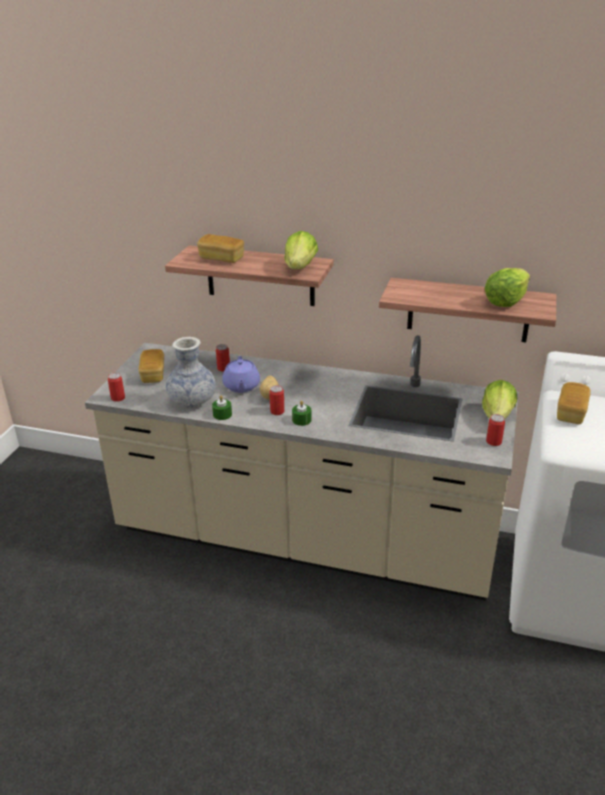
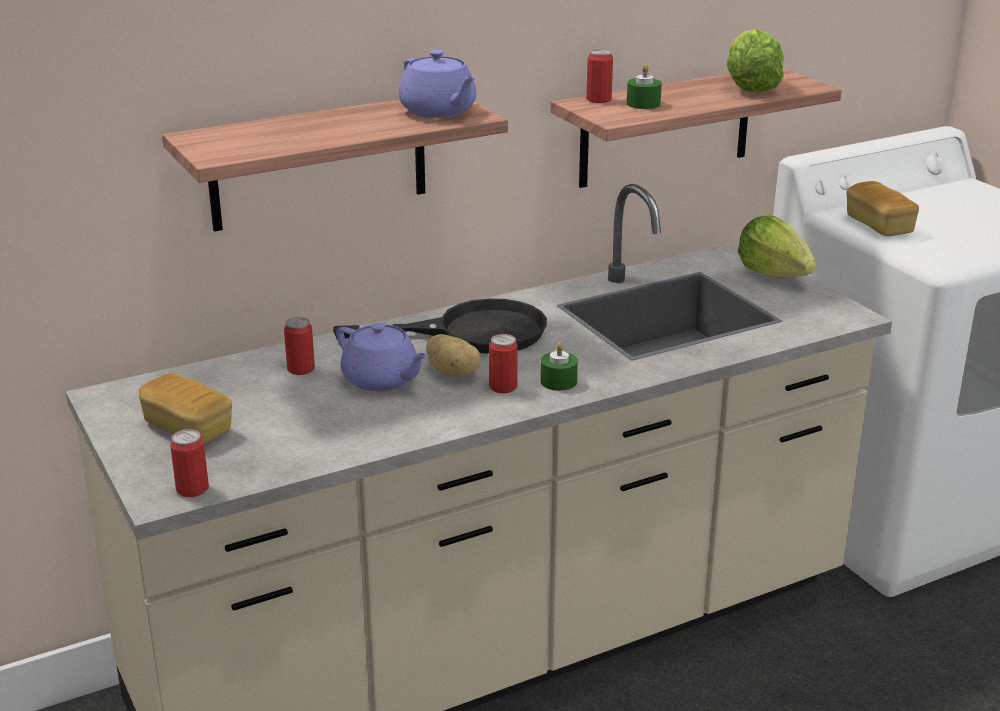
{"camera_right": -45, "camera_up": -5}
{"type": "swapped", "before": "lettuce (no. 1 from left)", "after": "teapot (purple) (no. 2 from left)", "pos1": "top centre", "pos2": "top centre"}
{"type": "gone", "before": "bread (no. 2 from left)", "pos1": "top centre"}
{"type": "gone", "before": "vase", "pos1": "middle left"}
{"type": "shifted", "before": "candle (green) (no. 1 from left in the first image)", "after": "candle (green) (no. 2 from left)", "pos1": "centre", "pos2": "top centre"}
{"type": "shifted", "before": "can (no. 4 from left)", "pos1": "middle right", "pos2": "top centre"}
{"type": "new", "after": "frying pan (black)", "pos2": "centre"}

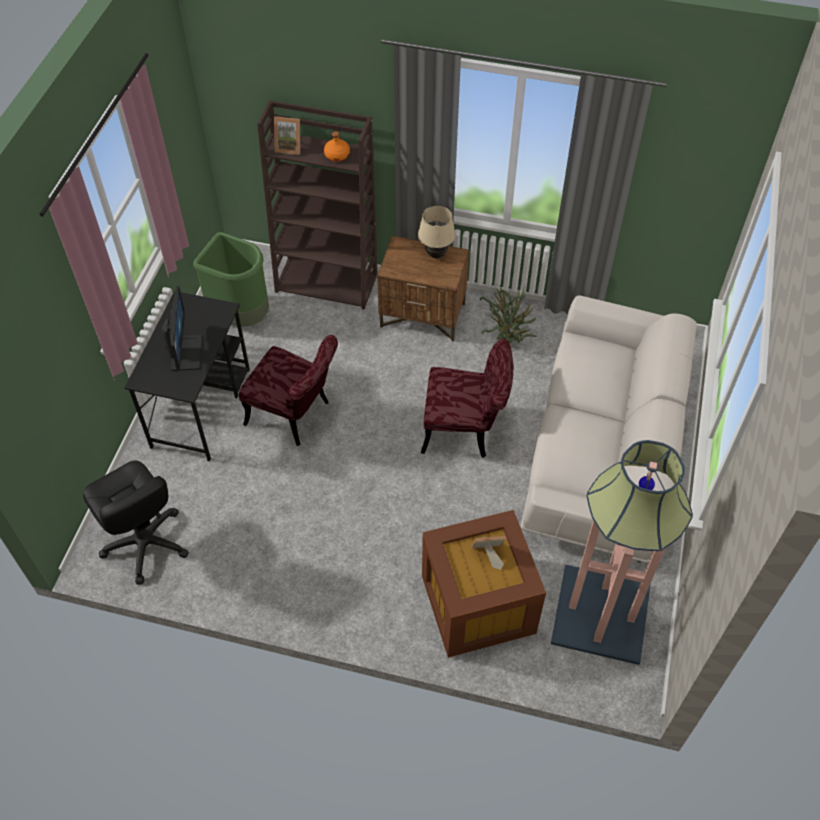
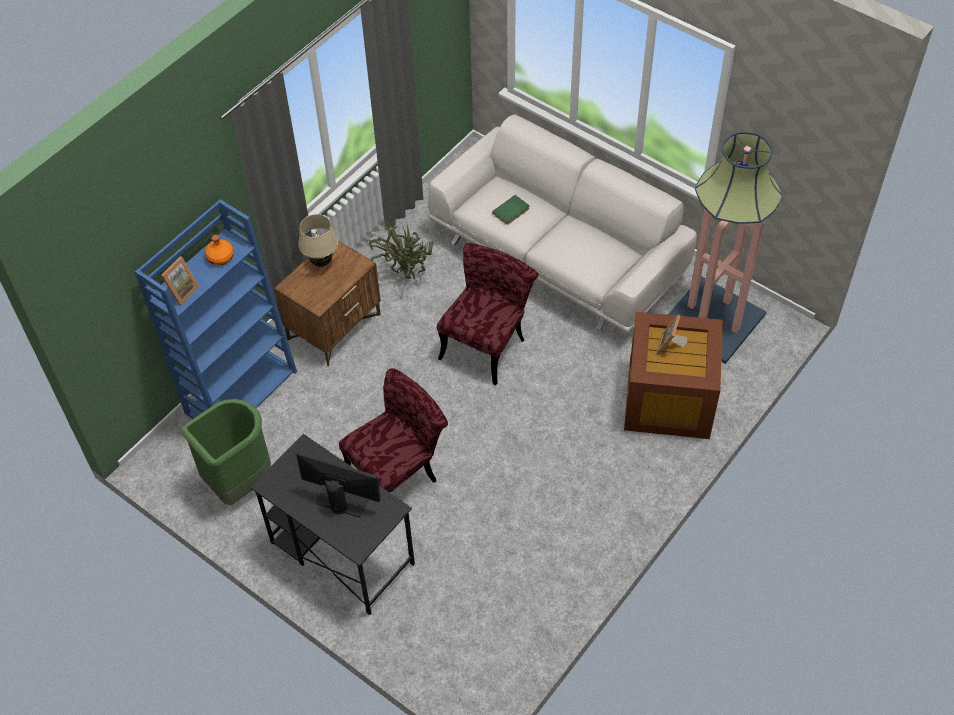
{"camera_right": -65, "camera_up": 0}
{"type": "repainted", "before": "bookcase (brown)", "after": "bookcase (blue)", "pos1": "top centre", "pos2": "middle left"}
{"type": "gone", "before": "office chair (black)", "pos1": "middle left"}
{"type": "new", "after": "book (green)", "pos2": "top centre"}

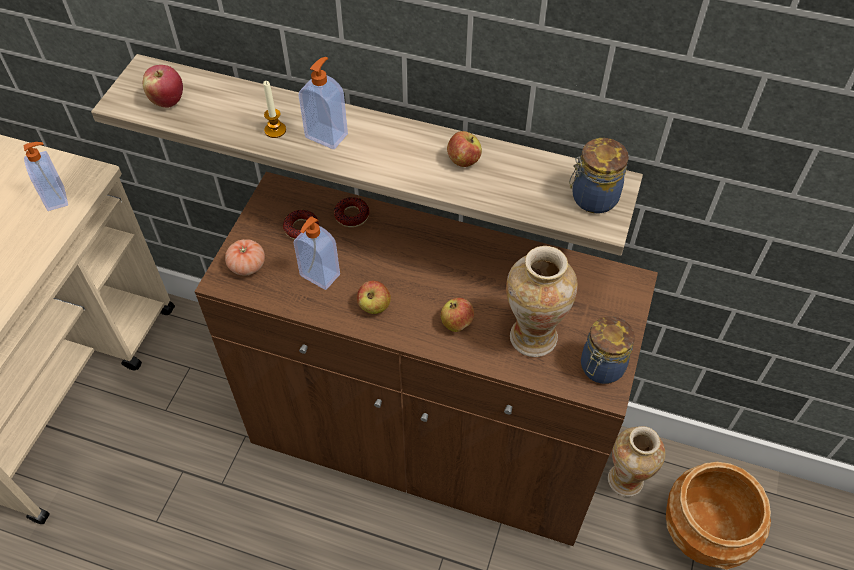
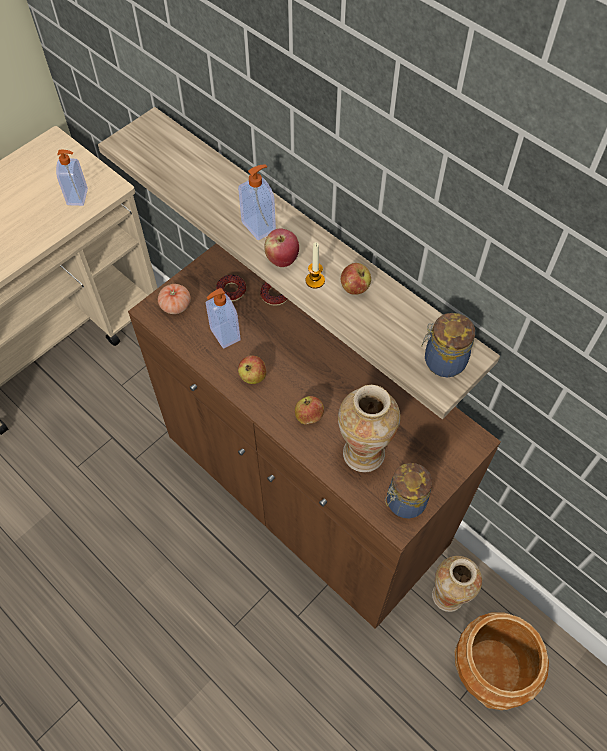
{"camera_right": 25, "camera_up": 5}
{"type": "shifted", "before": "apple (no. 1 from left in the first image)", "after": "apple (no. 2 from left)", "pos1": "top left", "pos2": "top centre"}
{"type": "shifted", "before": "candle", "pos1": "top left", "pos2": "centre"}

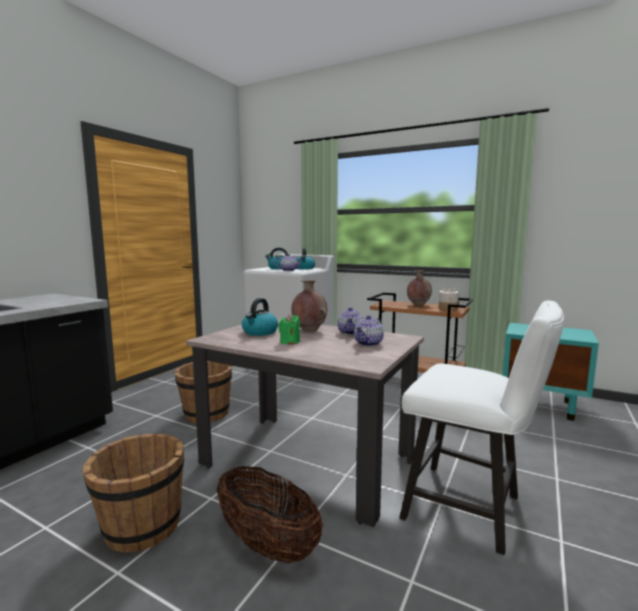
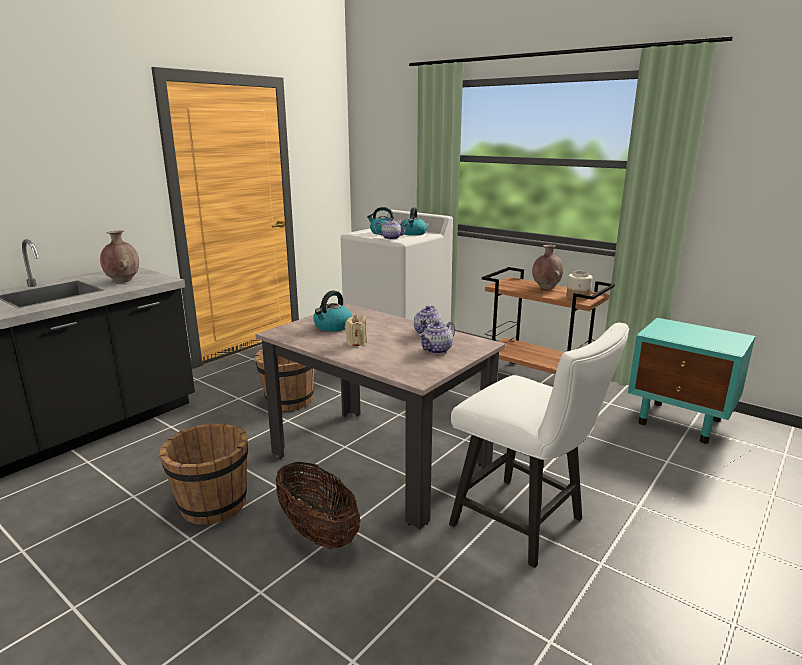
{"camera_right": 10, "camera_up": 10}
{"type": "shifted", "before": "vase (brown) (no. 1 from left)", "pos1": "centre", "pos2": "middle left"}
{"type": "repainted", "before": "candle (green)", "after": "candle (beige)", "pos1": "centre", "pos2": "centre"}

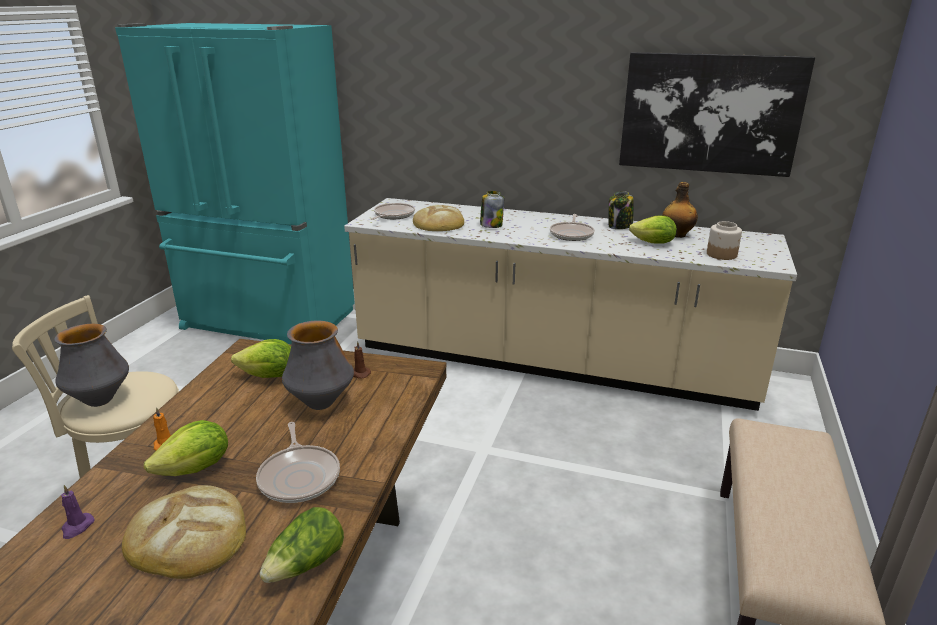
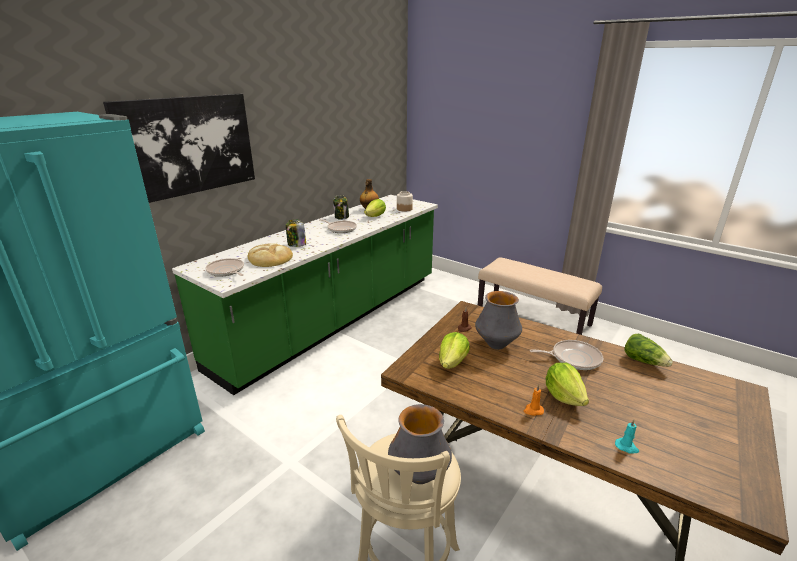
{"camera_right": -70, "camera_up": 0}
{"type": "shifted", "before": "picture", "pos1": "top right", "pos2": "top left"}
{"type": "repainted", "before": "counter (beige)", "after": "counter (green)", "pos1": "centre", "pos2": "centre"}
{"type": "repainted", "before": "candle (purple)", "after": "candle (turquoise)", "pos1": "bottom left", "pos2": "bottom right"}
{"type": "gone", "before": "bread (no. 1 from left)", "pos1": "bottom left"}

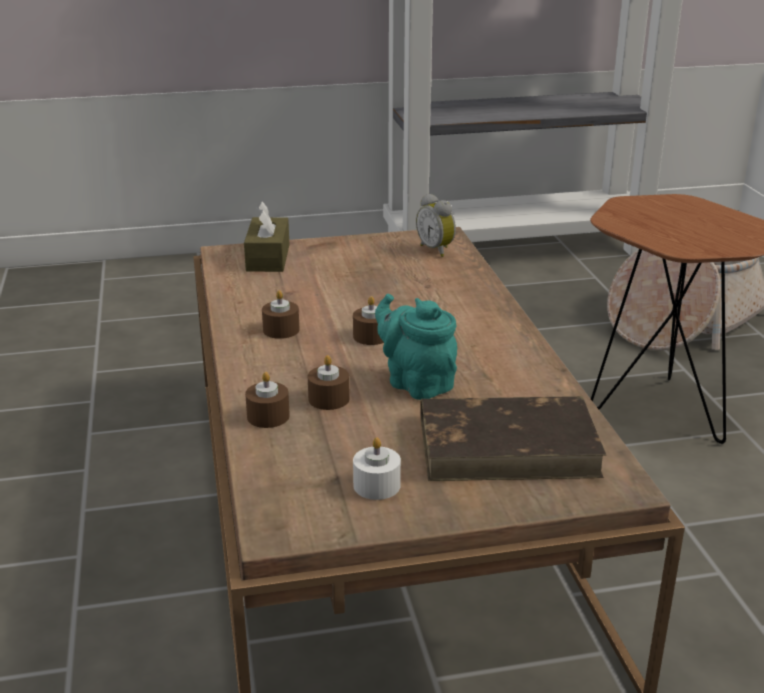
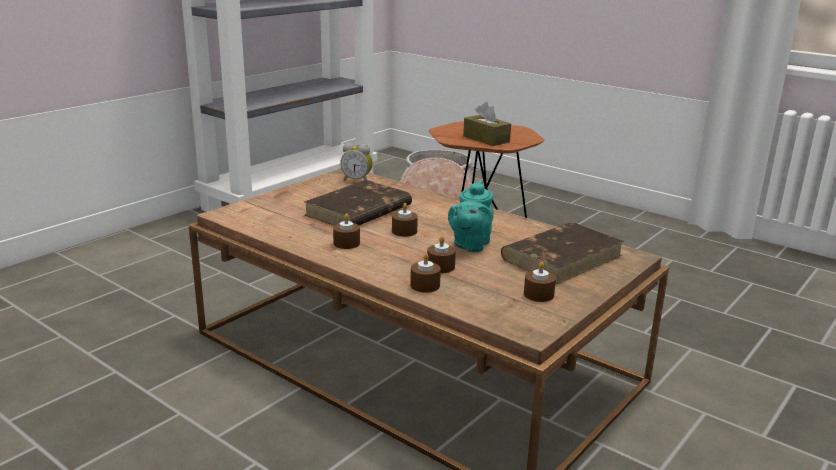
{"camera_right": -40, "camera_up": -5}
{"type": "shifted", "before": "tissue box (brown)", "pos1": "centre", "pos2": "top centre"}
{"type": "rotated", "before": "teapot (turquoise)", "pos1": "centre", "pos2": "centre", "turn": -75}
{"type": "repainted", "before": "candle (white)", "after": "candle (brown) (no. 5 from left)", "pos1": "bottom centre", "pos2": "centre"}
{"type": "new", "after": "book (brown) (no. 1 from left)", "pos2": "centre"}

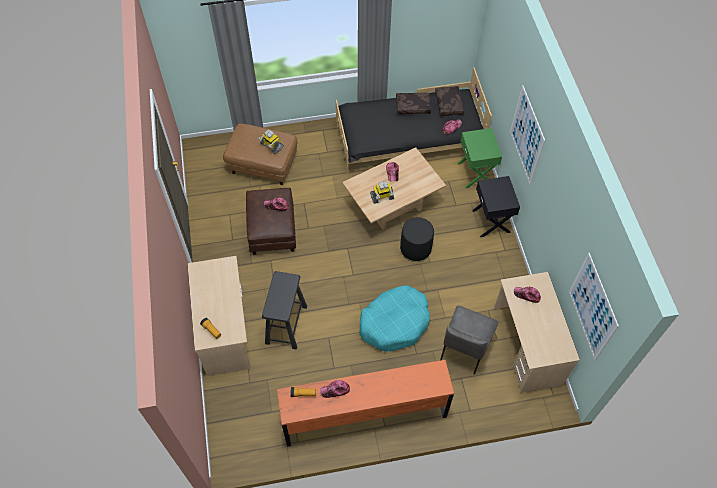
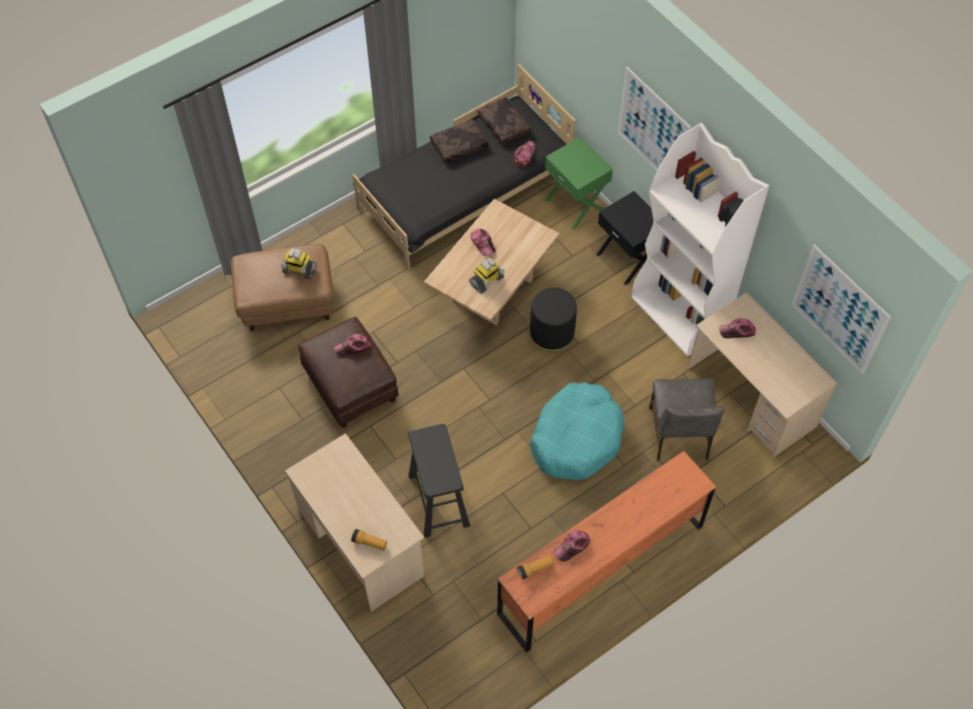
{"camera_right": -25, "camera_up": 0}
{"type": "new", "after": "bookcase (white)", "pos2": "middle right"}

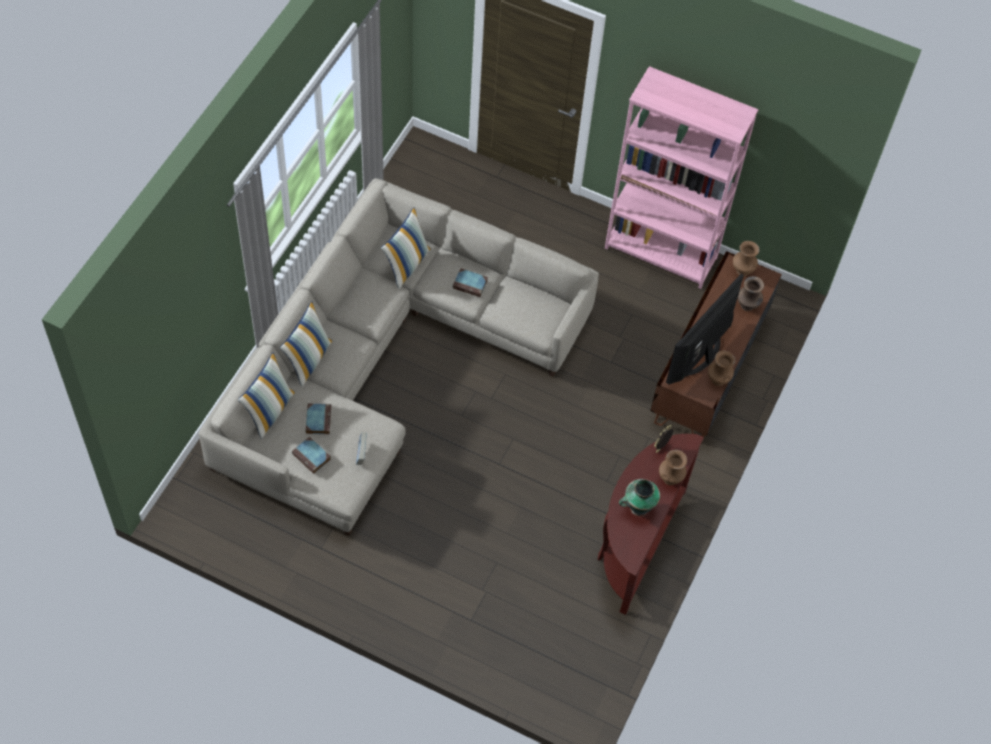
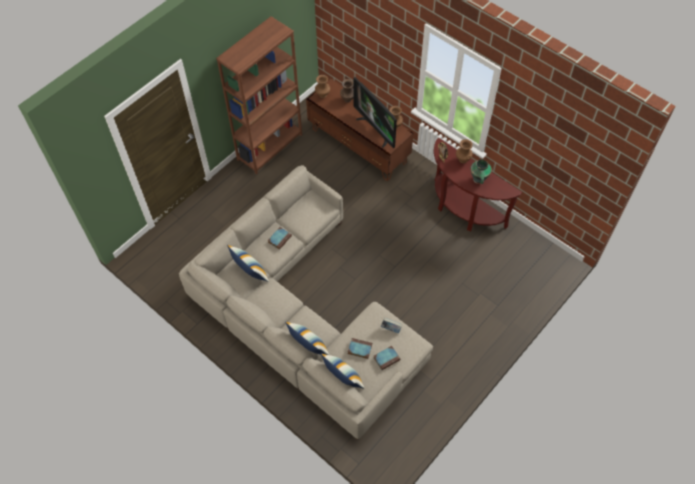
{"camera_right": -70, "camera_up": 0}
{"type": "repainted", "before": "bookcase (pink)", "after": "bookcase (brown)", "pos1": "top right", "pos2": "top centre"}

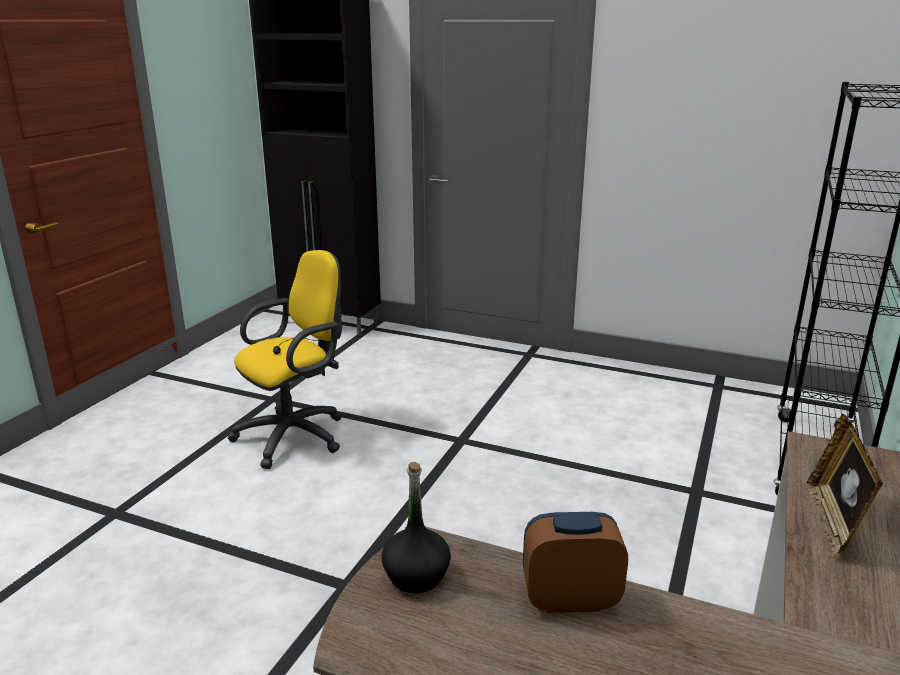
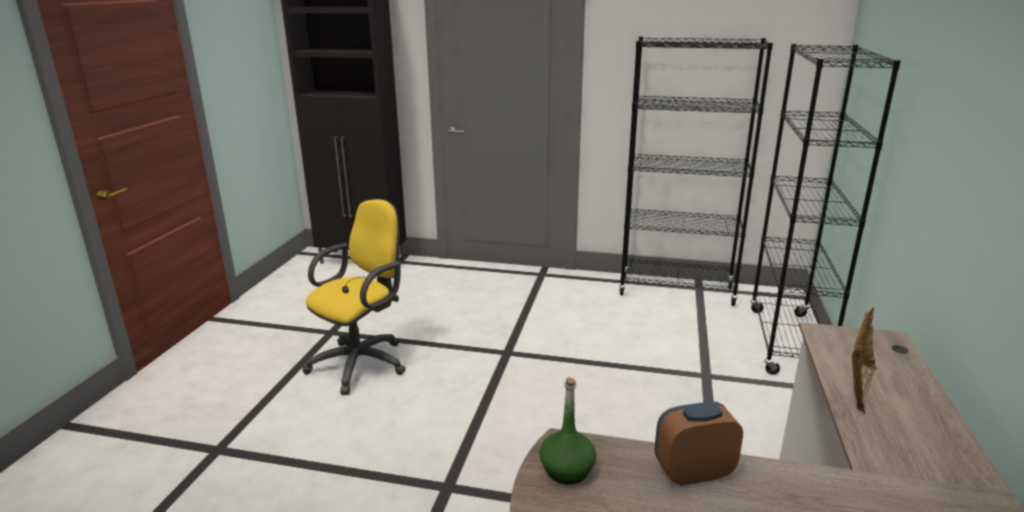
{"camera_right": -10, "camera_up": 0}
{"type": "rotated", "before": "picture frame", "pos1": "bottom right", "pos2": "bottom right", "turn": -150}
{"type": "repainted", "before": "bottle (black)", "after": "bottle (green)", "pos1": "bottom centre", "pos2": "bottom centre"}
{"type": "new", "after": "bookcase (black) (no. 1 from left)", "pos2": "middle right"}

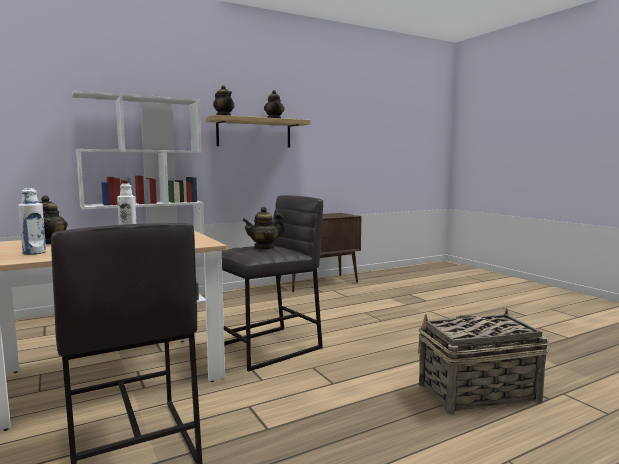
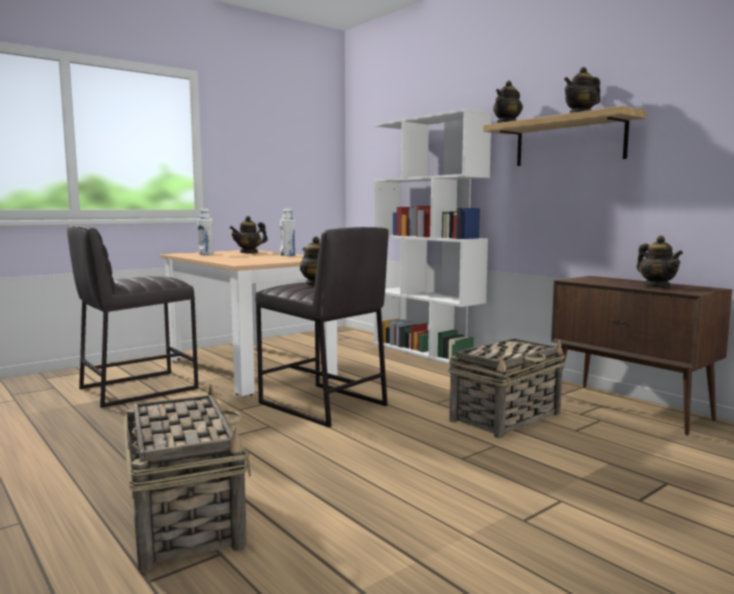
{"camera_right": 80, "camera_up": 0}
{"type": "new", "after": "teapot (no. 5 from left)", "pos2": "middle right"}
{"type": "new", "after": "basket (no. 2 from left)", "pos2": "middle right"}

